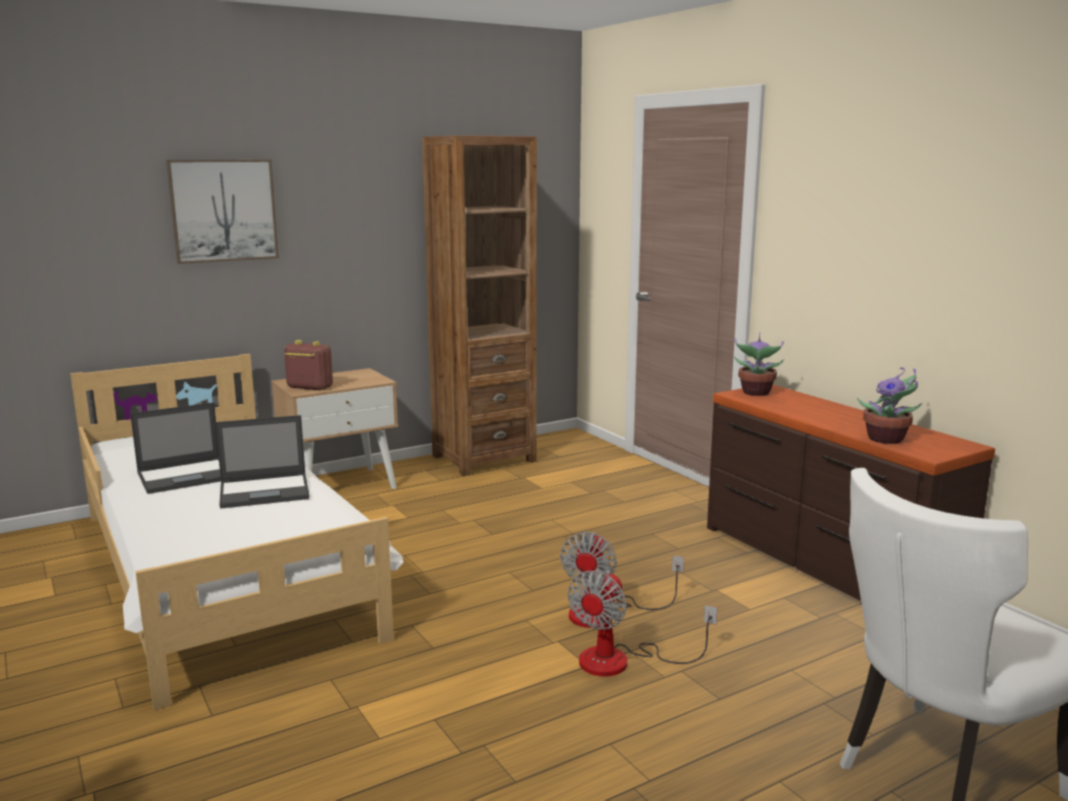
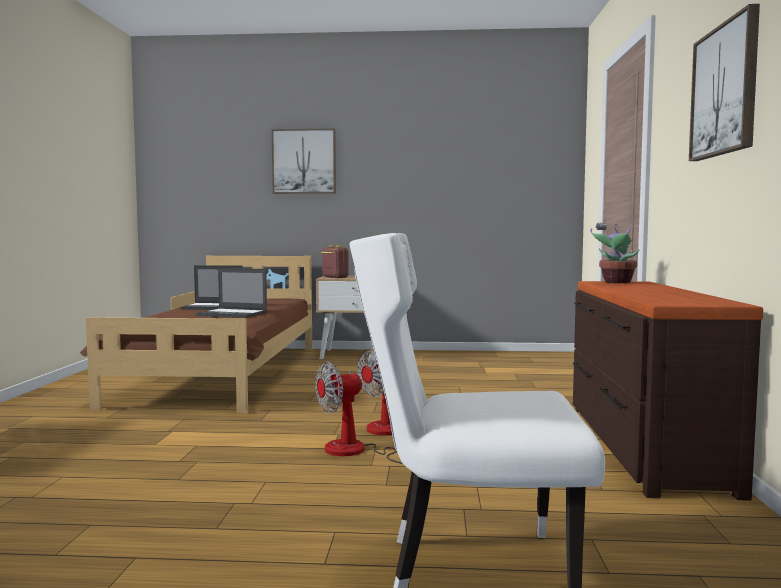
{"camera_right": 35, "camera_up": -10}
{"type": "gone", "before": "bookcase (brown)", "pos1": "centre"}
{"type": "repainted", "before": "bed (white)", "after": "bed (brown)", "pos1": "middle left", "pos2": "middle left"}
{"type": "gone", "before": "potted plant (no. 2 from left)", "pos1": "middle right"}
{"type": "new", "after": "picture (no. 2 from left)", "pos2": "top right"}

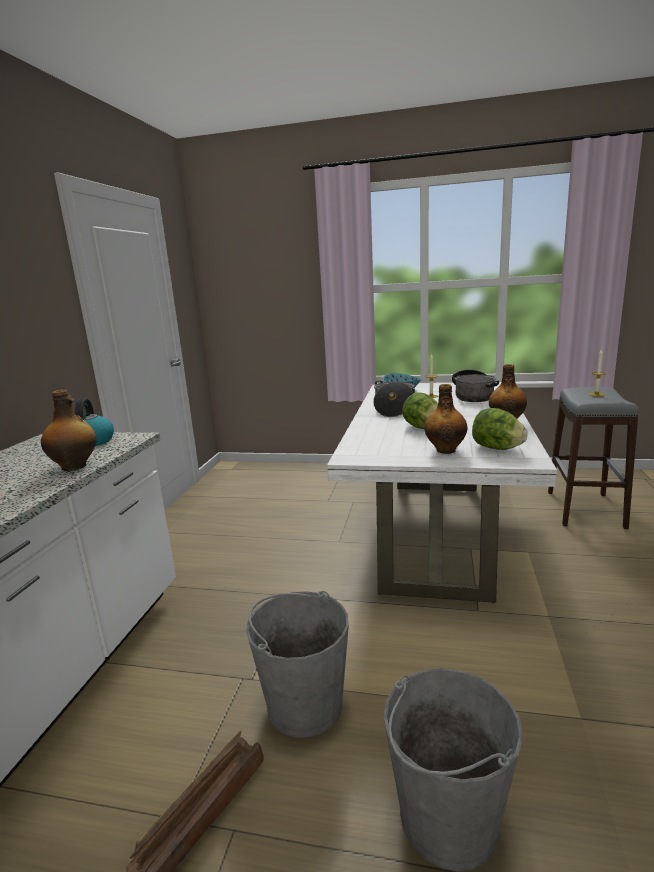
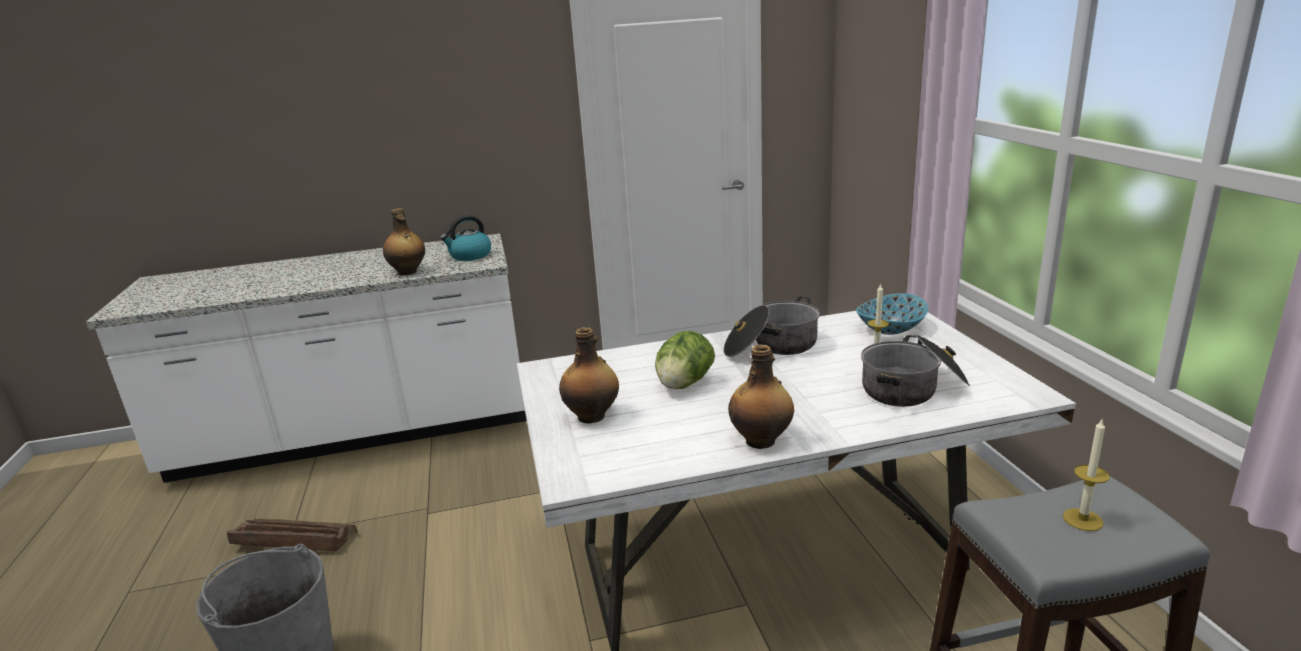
{"camera_right": 65, "camera_up": 5}
{"type": "gone", "before": "lettuce (no. 2 from left)", "pos1": "middle right"}
{"type": "gone", "before": "bucket (grey) (no. 1 from left)", "pos1": "bottom centre"}

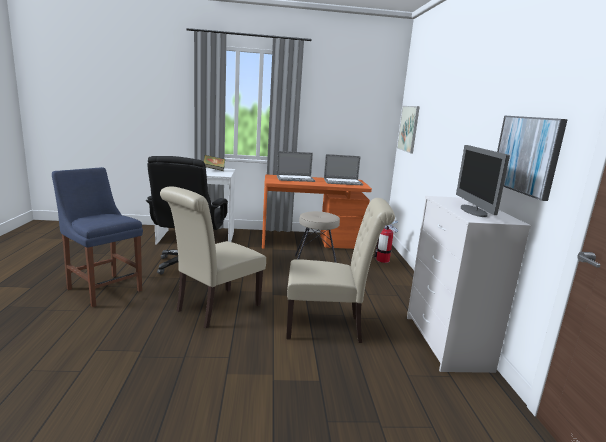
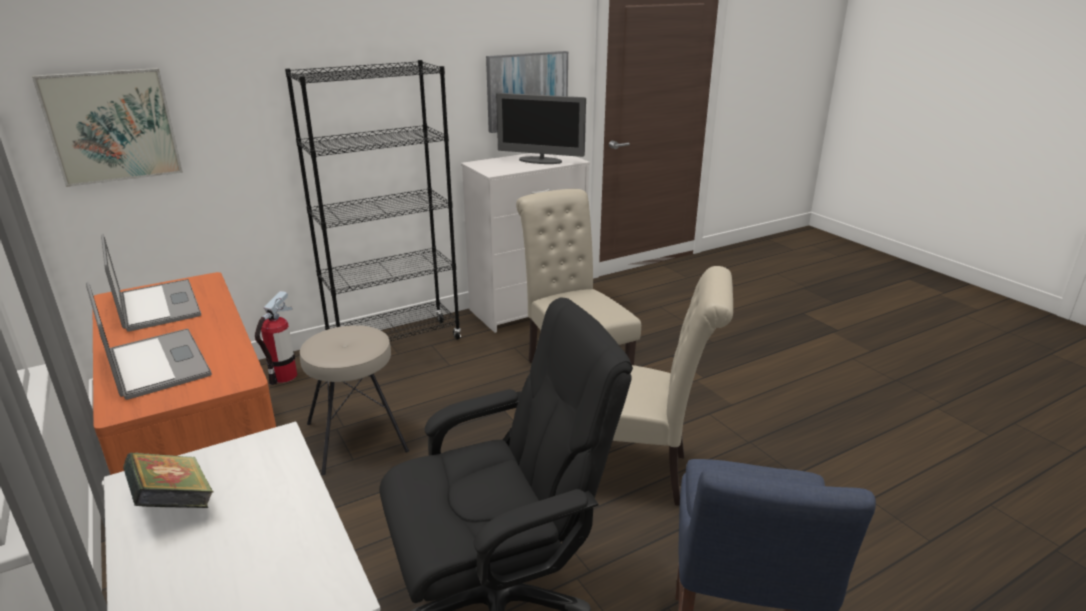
{"camera_right": -115, "camera_up": 10}
{"type": "rotated", "before": "monitor", "pos1": "middle right", "pos2": "top centre", "turn": 45}
{"type": "new", "after": "bookcase (black)", "pos2": "top centre"}

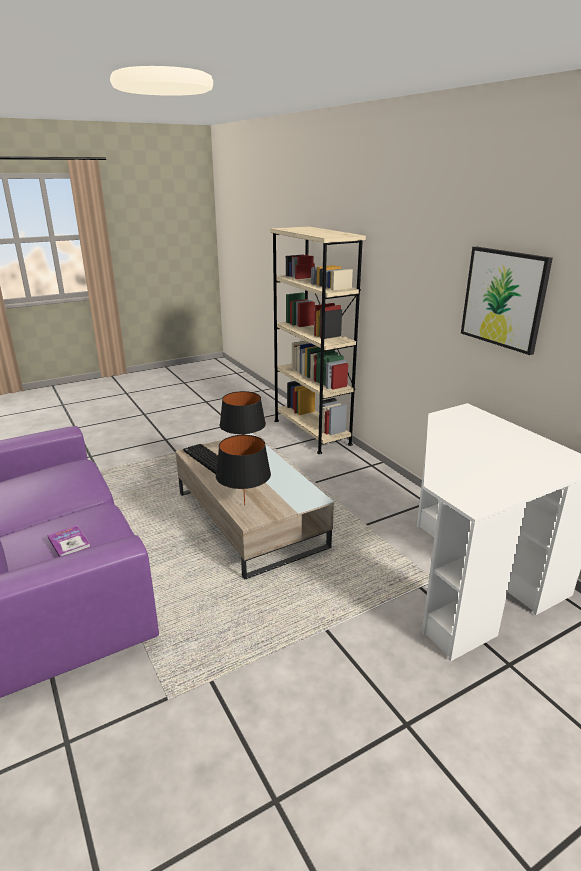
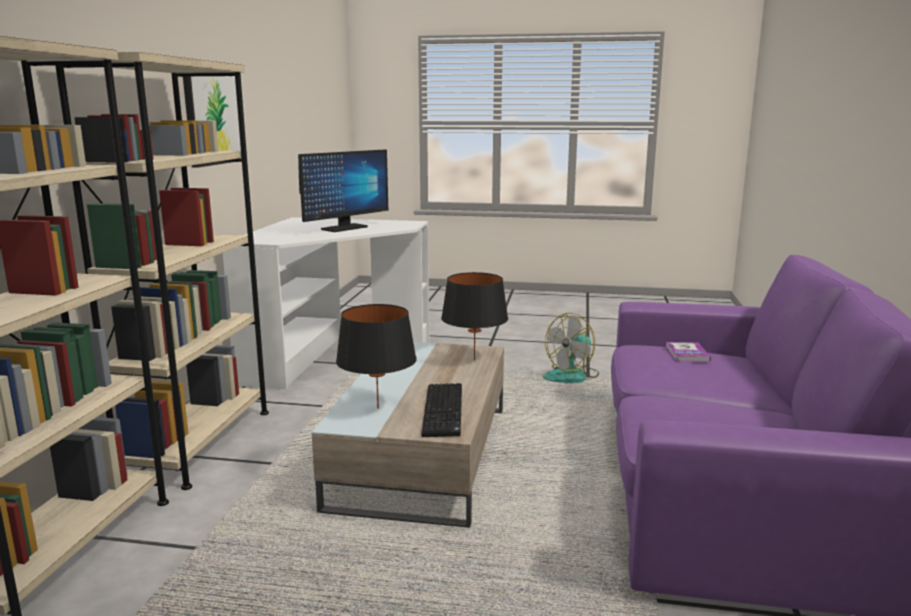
{"camera_right": -140, "camera_up": -10}
{"type": "new", "after": "bookcase (beige) (no. 2 from left)", "pos2": "middle left"}
{"type": "new", "after": "monitor", "pos2": "top centre"}
{"type": "new", "after": "fan", "pos2": "centre"}

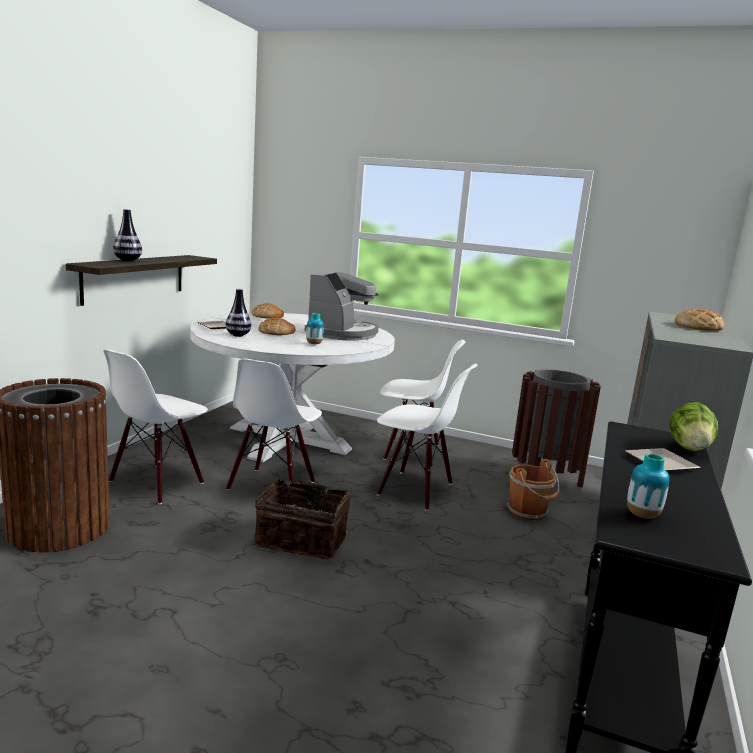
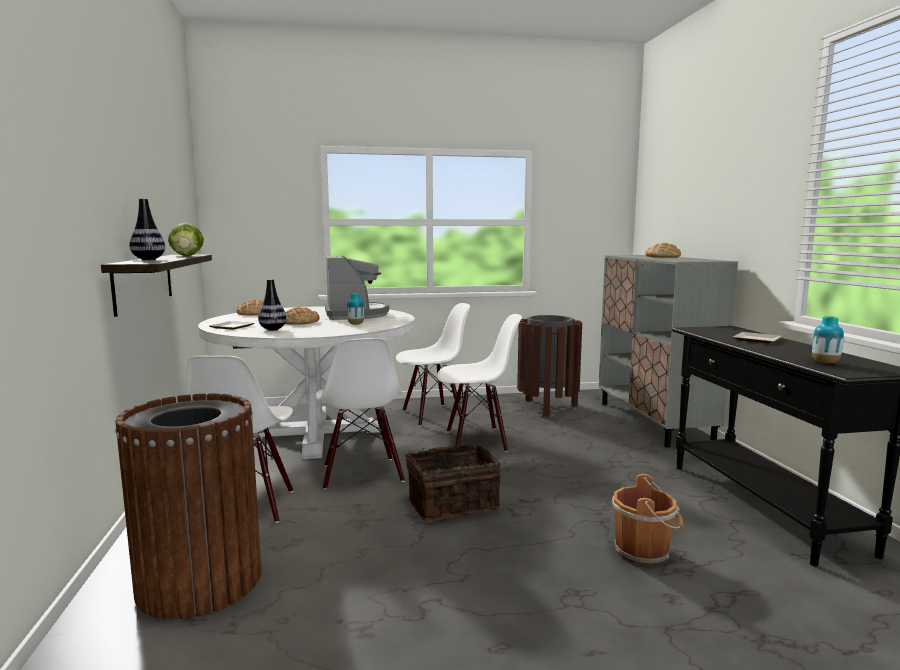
{"camera_right": -30, "camera_up": -5}
{"type": "shifted", "before": "lettuce", "pos1": "middle right", "pos2": "middle left"}
{"type": "shifted", "before": "bucket (brown)", "pos1": "middle right", "pos2": "bottom right"}

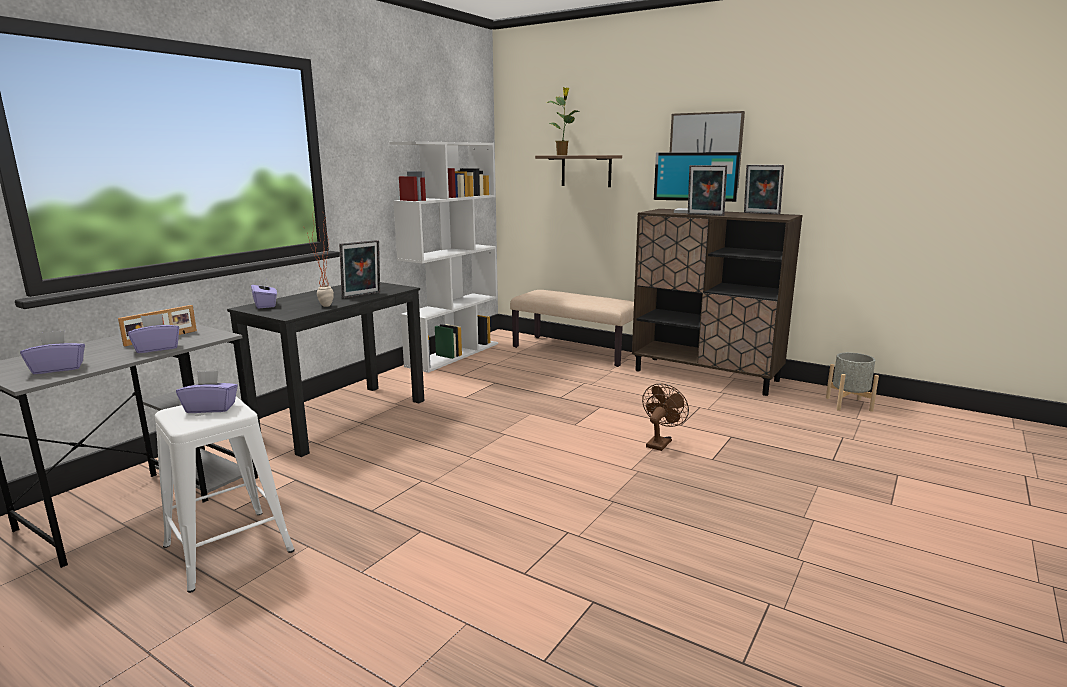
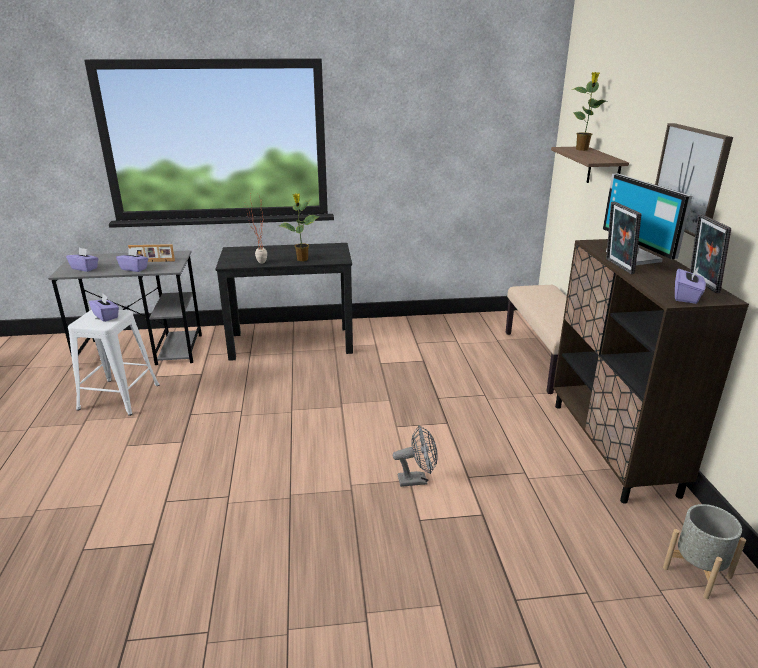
{"camera_right": 50, "camera_up": 10}
{"type": "gone", "before": "bookcase (white)", "pos1": "centre"}
{"type": "swapped", "before": "picture frame (no. 2 from left)", "after": "potted plant (no. 2 from left)", "pos1": "centre", "pos2": "centre"}
{"type": "shifted", "before": "tissue box (purple) (no. 4 from left)", "pos1": "middle left", "pos2": "middle right"}
{"type": "repainted", "before": "fan (brown)", "after": "fan (grey)", "pos1": "centre", "pos2": "bottom centre"}

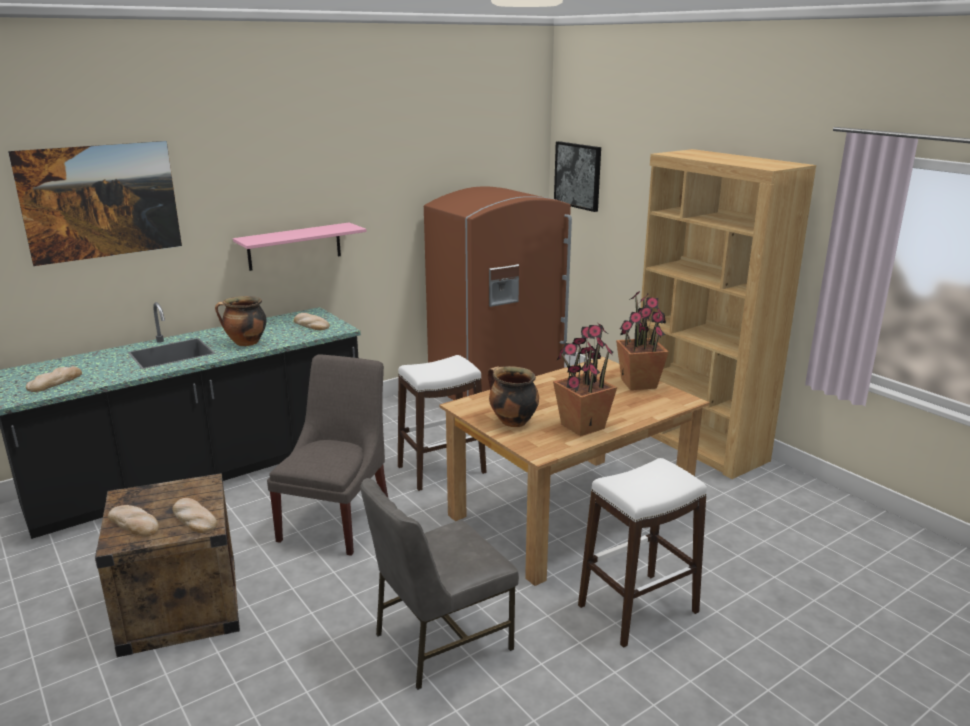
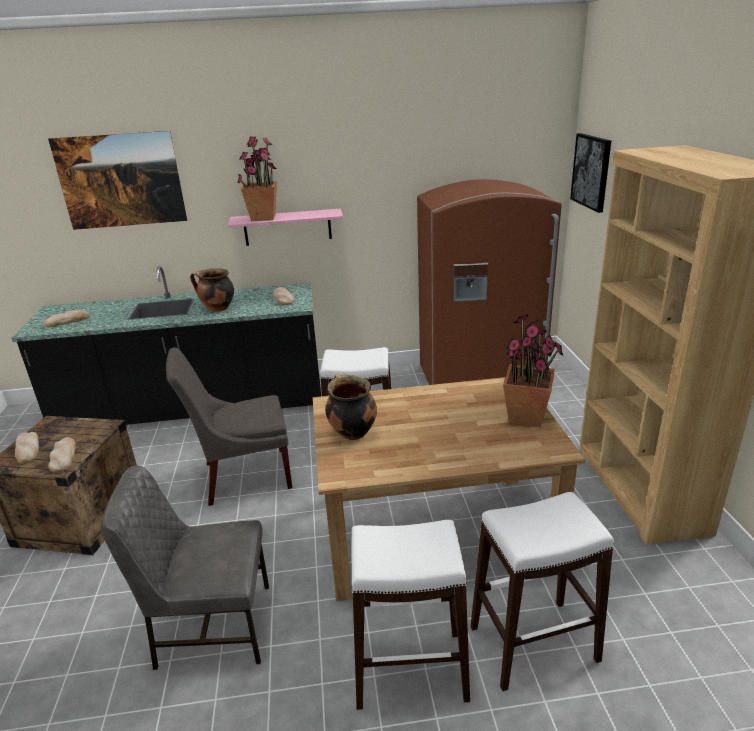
{"camera_right": 30, "camera_up": 5}
{"type": "shifted", "before": "potted plant (no. 1 from left)", "pos1": "centre", "pos2": "top centre"}
{"type": "rotated", "before": "chair (grey) (no. 1 from left in the first image)", "pos1": "centre", "pos2": "middle left", "turn": -150}
{"type": "new", "after": "stool (white) (no. 3 from left)", "pos2": "bottom right"}

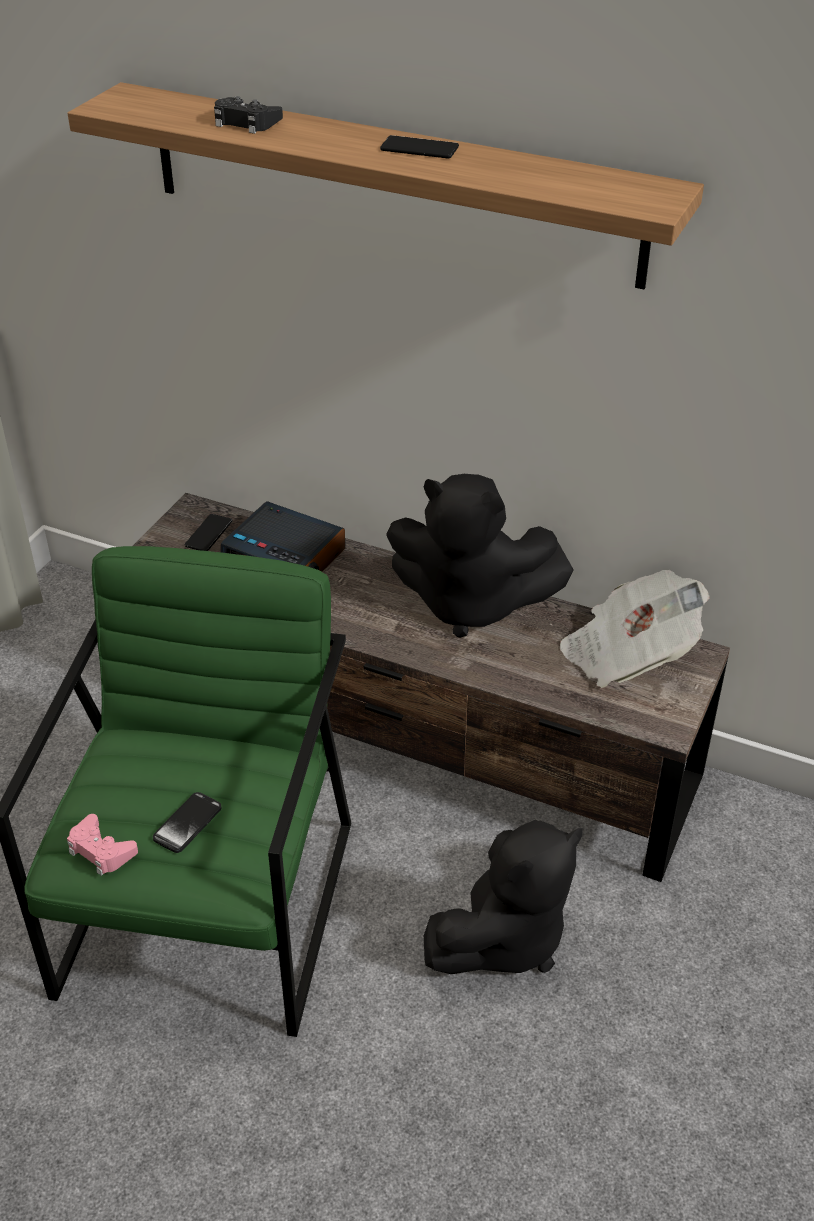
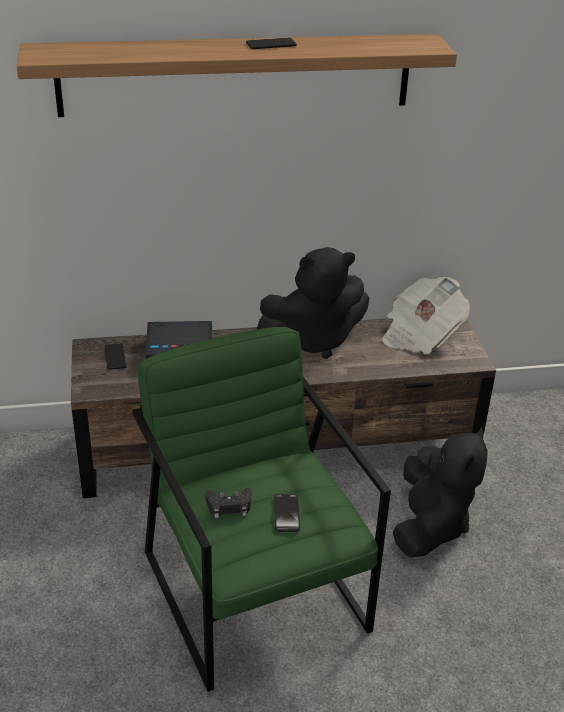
{"camera_right": -35, "camera_up": -5}
{"type": "shifted", "before": "game controller (black)", "pos1": "top left", "pos2": "bottom centre"}
{"type": "gone", "before": "game controller (pink)", "pos1": "bottom left"}

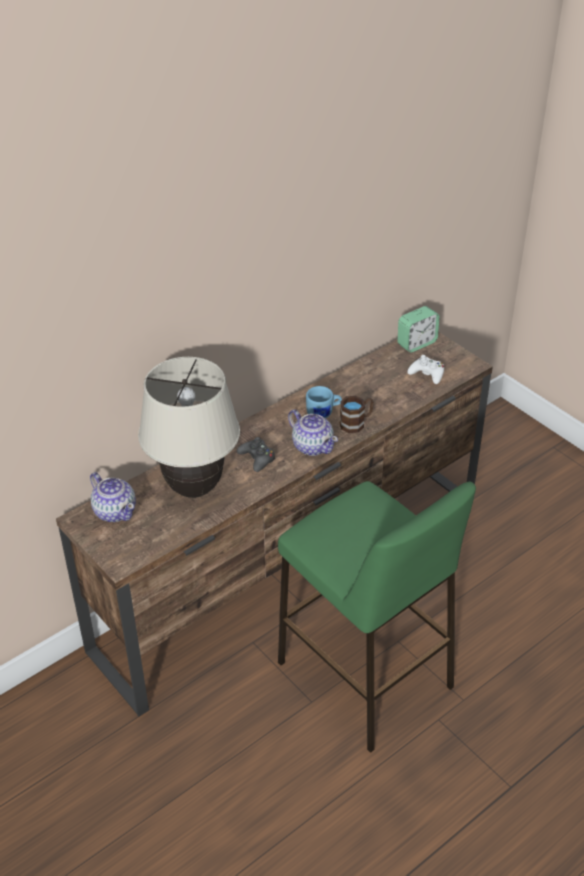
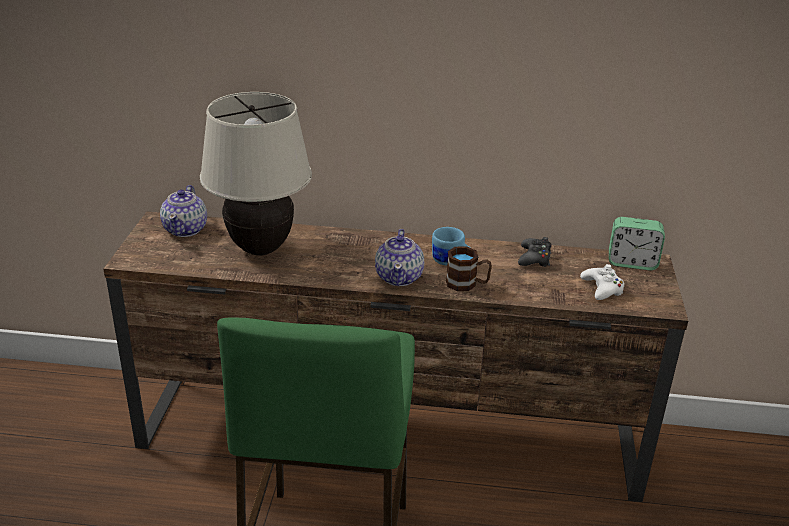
{"camera_right": 45, "camera_up": -10}
{"type": "shifted", "before": "game controller (black)", "pos1": "centre", "pos2": "middle right"}

